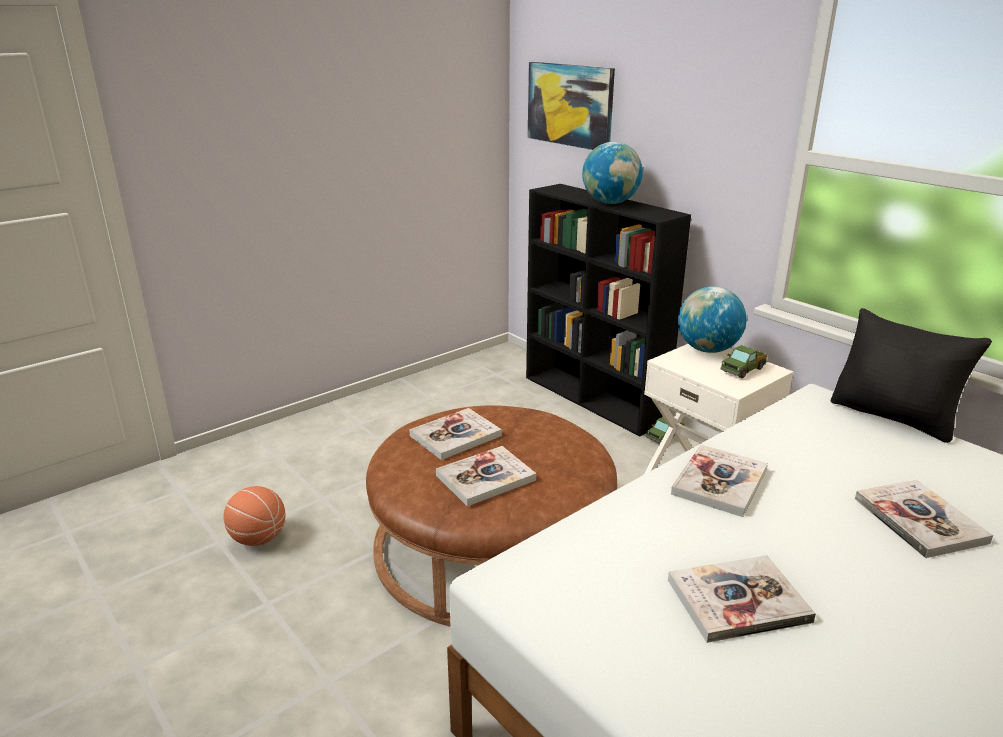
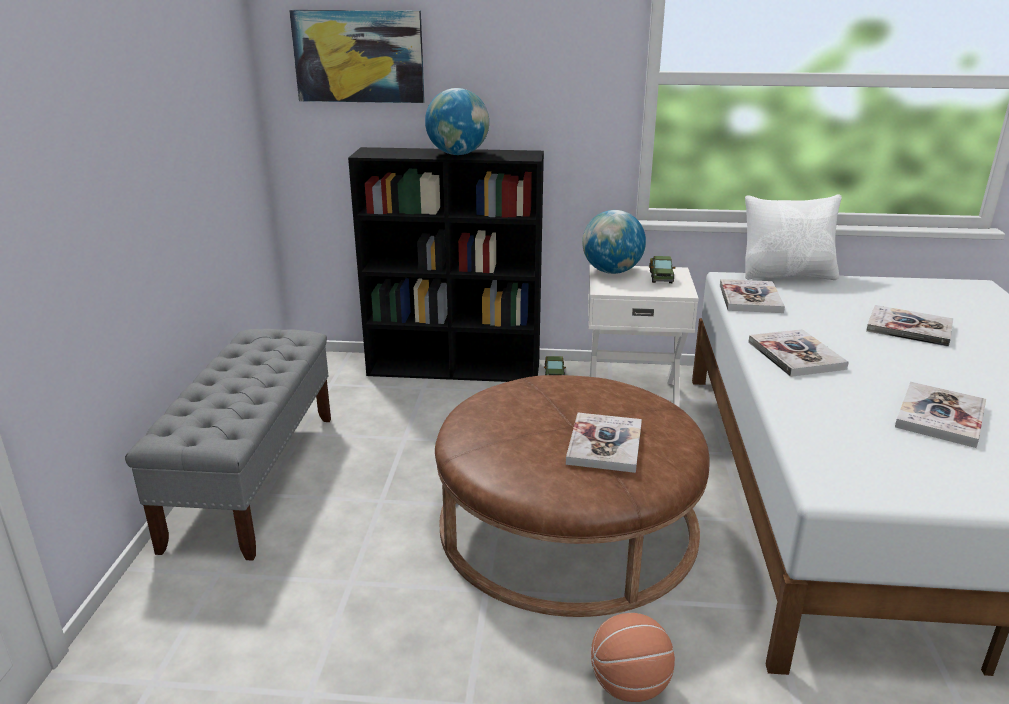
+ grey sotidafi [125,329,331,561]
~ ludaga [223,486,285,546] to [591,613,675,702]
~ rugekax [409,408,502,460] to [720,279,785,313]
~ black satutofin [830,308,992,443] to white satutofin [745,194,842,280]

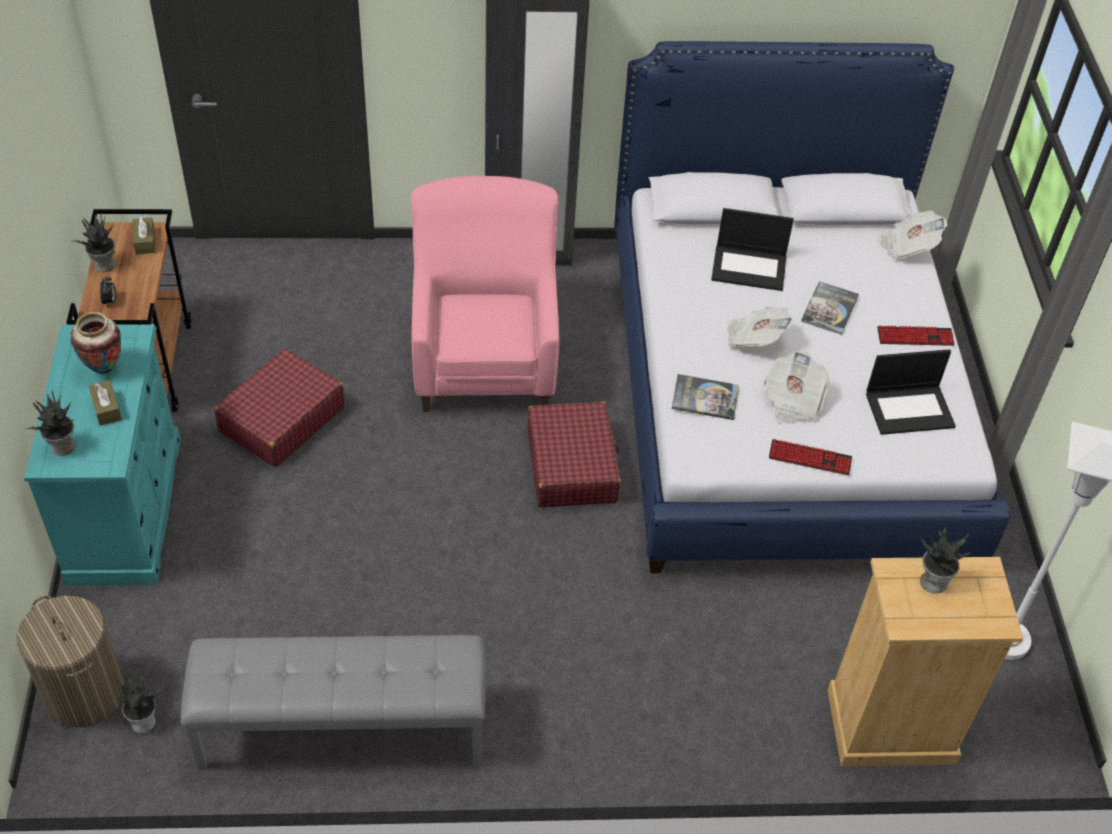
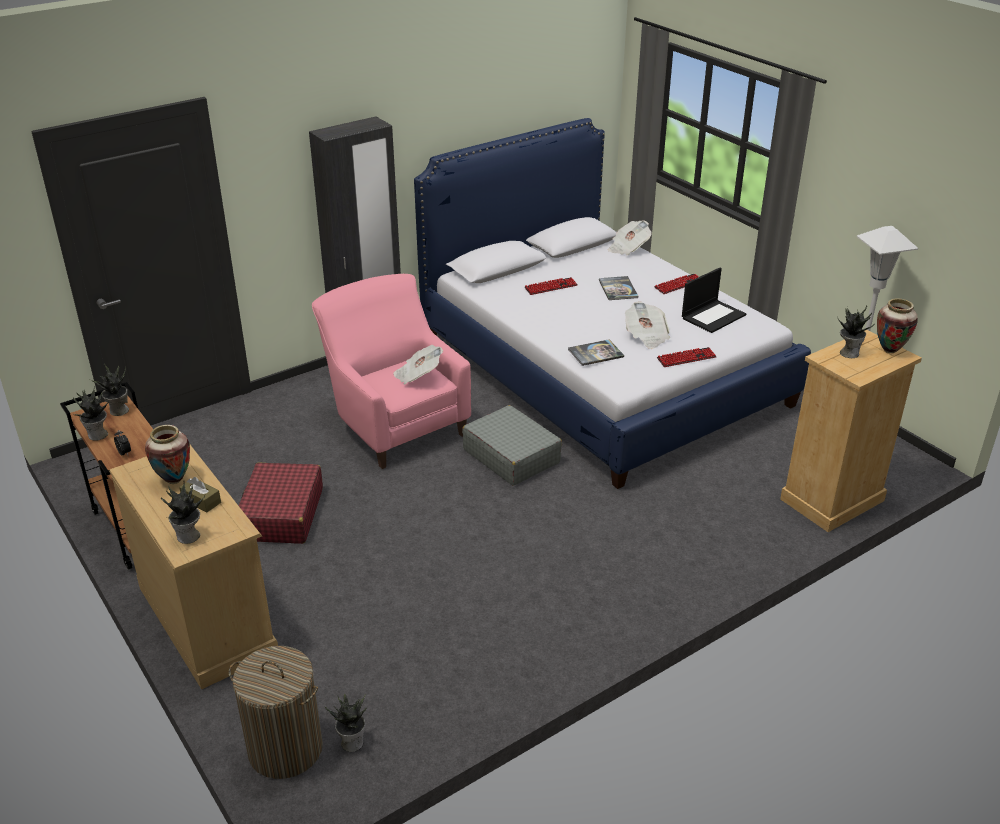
~ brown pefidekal [133,216,156,255] to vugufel [90,364,129,416]
~ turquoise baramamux [24,324,181,586] to beige baramamux [109,445,278,689]
~ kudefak [727,307,793,347] to [393,345,443,385]
~ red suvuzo [528,401,621,507] to grey suvuzo [462,405,562,486]
~ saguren [711,208,794,291] to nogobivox [524,277,578,295]
+ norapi [877,298,918,353]
- grey sotidafi [180,635,486,770]

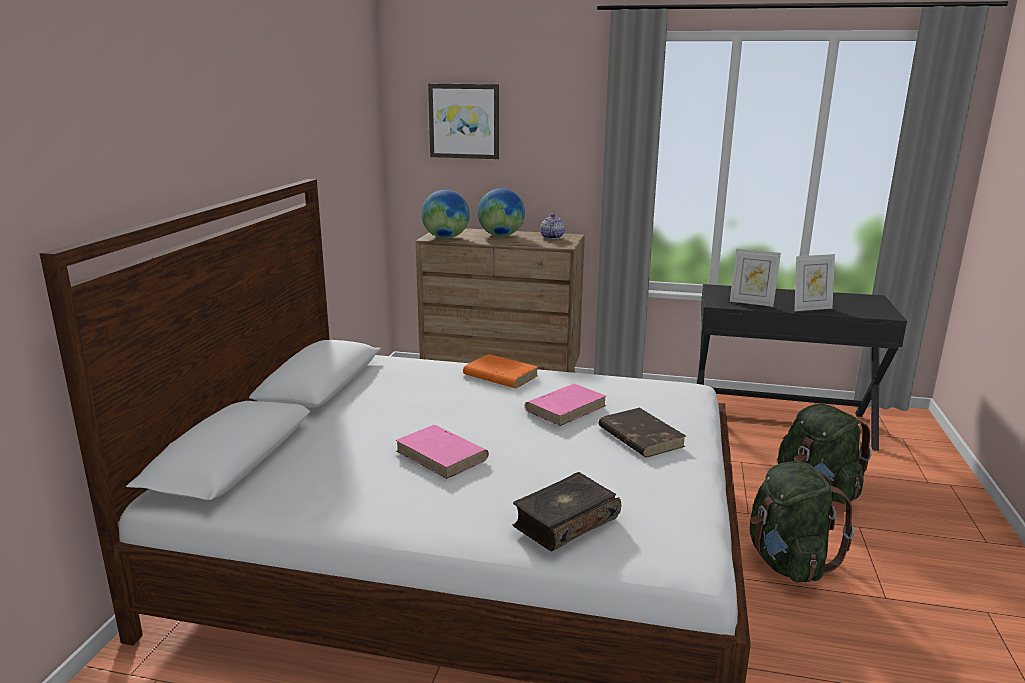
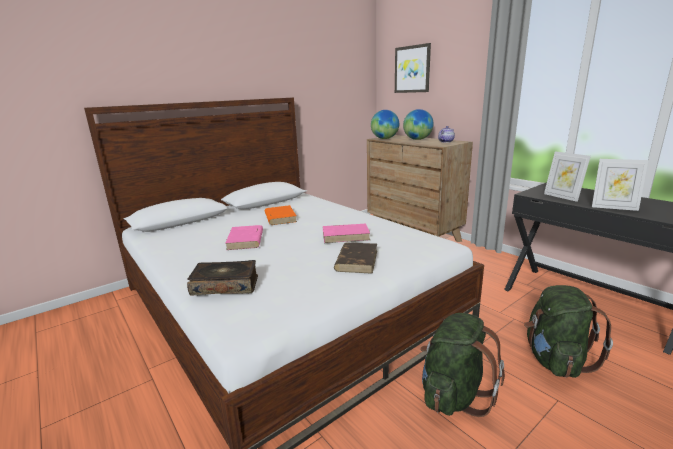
~ orange rugekax [463,354,538,388] to [265,205,297,225]

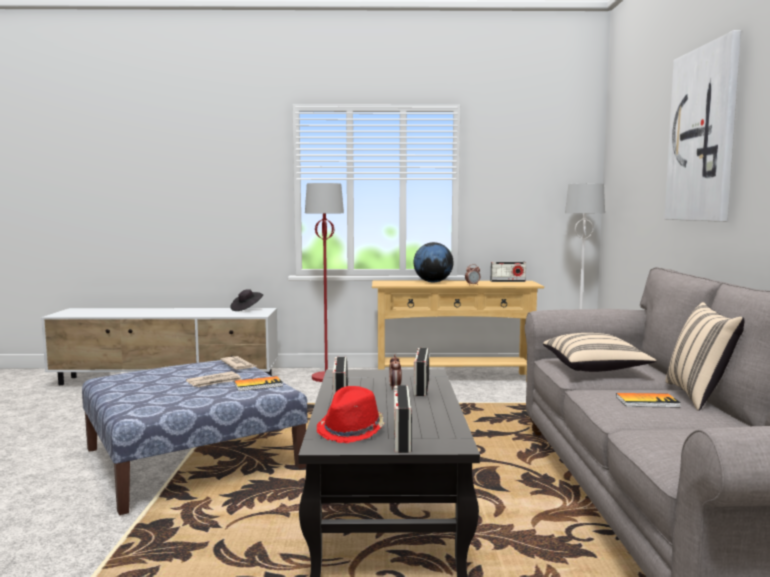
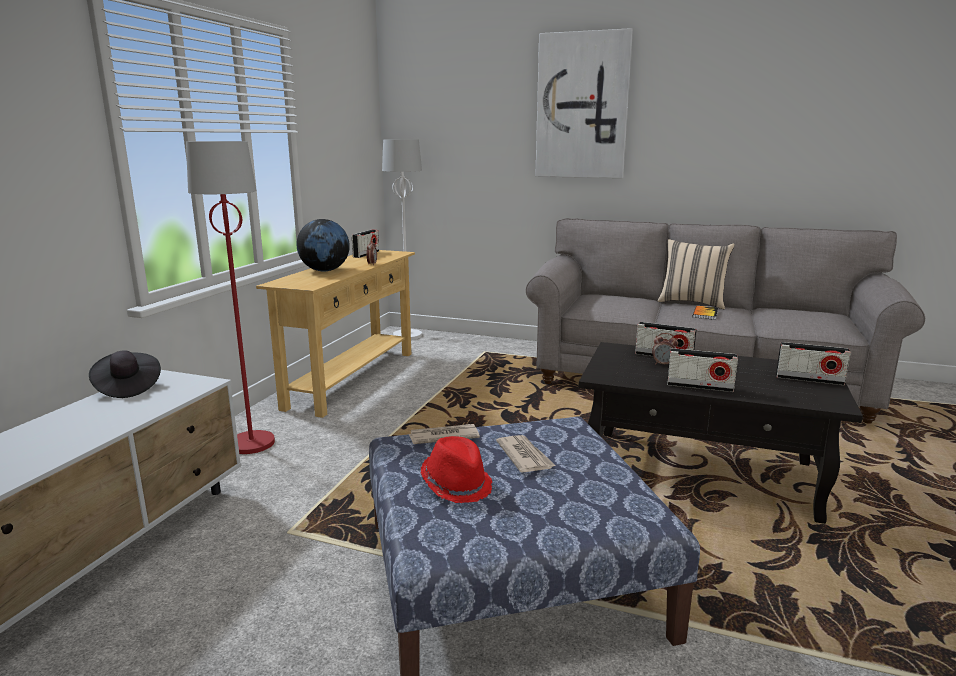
~ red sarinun [317,386,384,443] to [421,436,492,503]
- rugekax [234,376,283,391]
- beige satutofin [543,333,657,372]

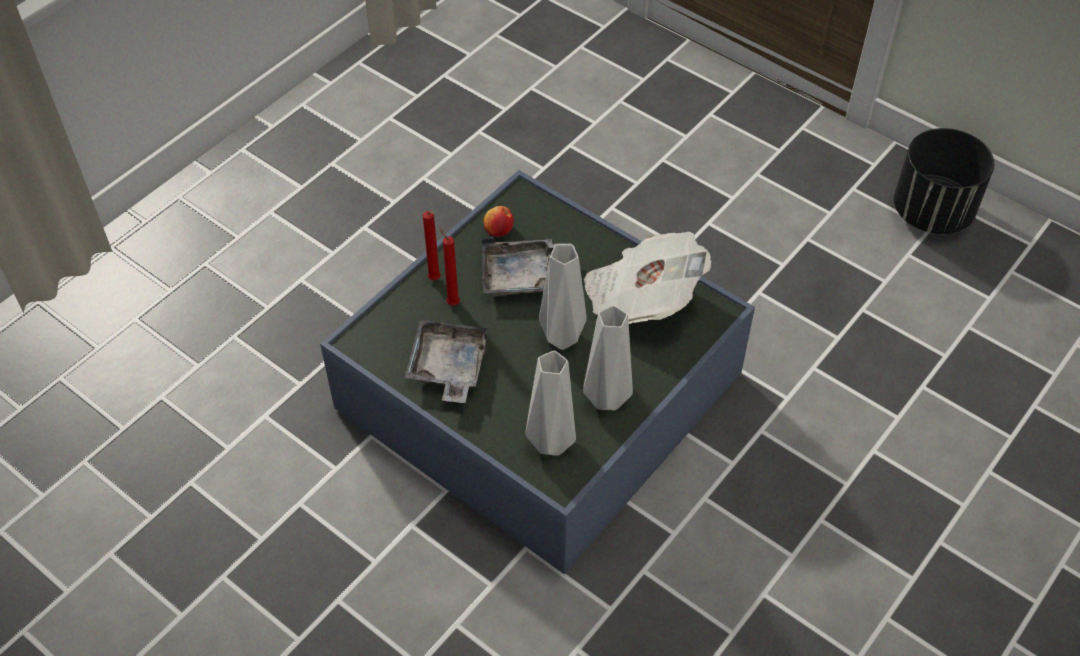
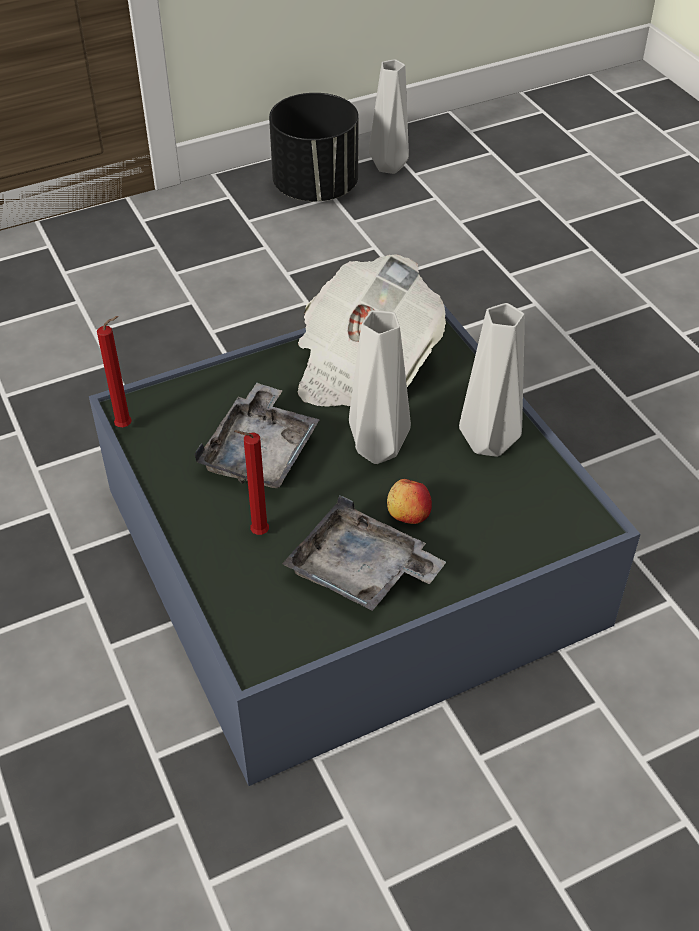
~ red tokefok [423,211,441,280] to [97,316,132,427]
~ grey norapi [525,351,576,456] to [369,59,409,174]
~ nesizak [483,206,514,237] to [387,479,432,524]

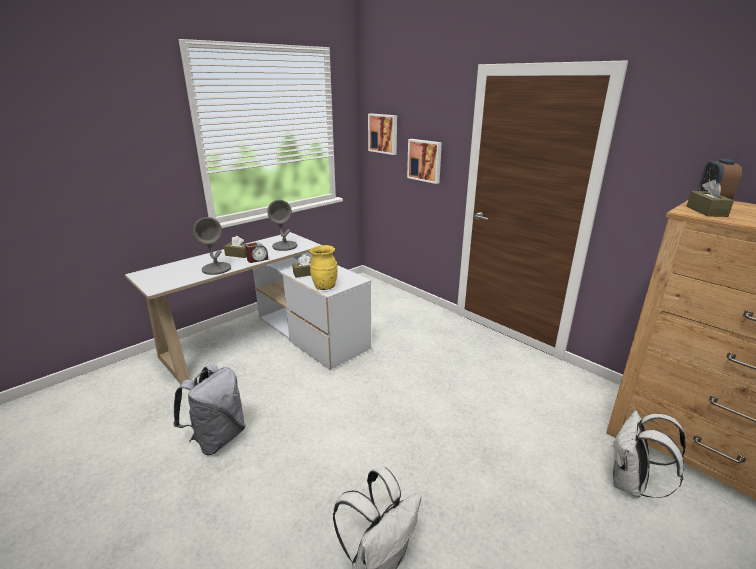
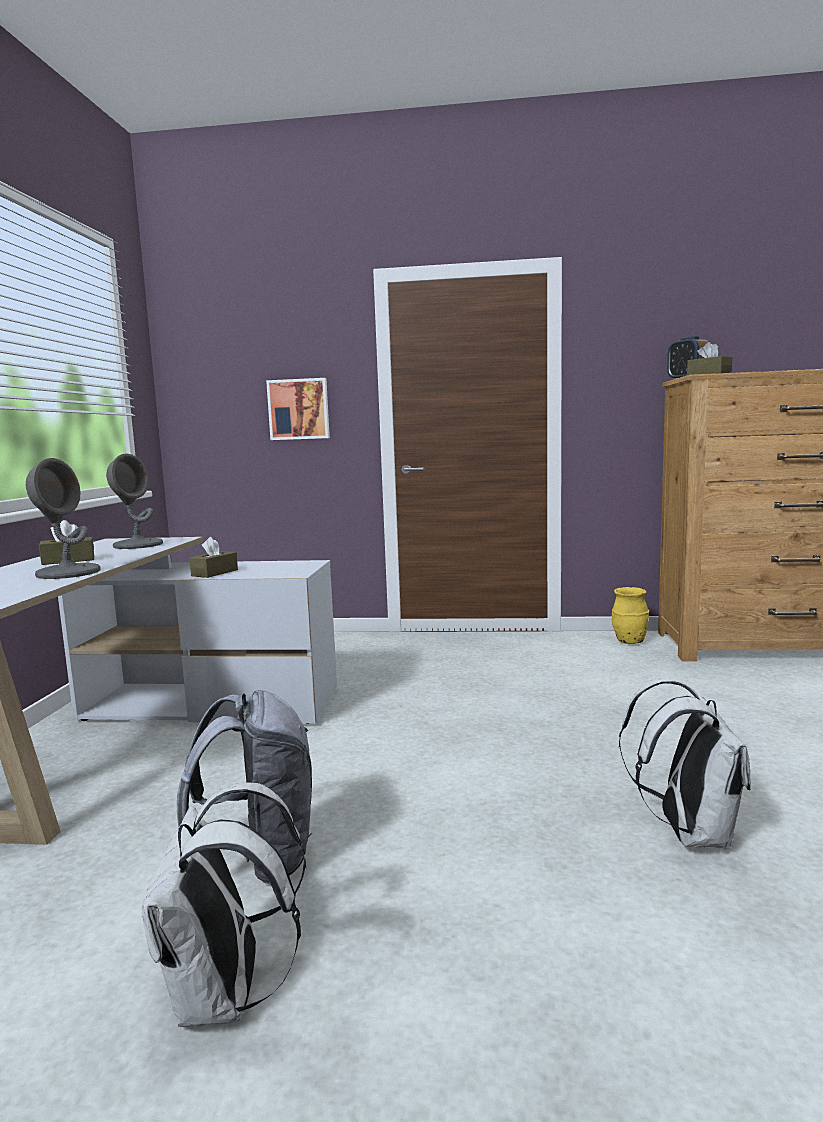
~ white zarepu [612,411,685,498] to [142,782,306,1027]
~ yellow norapi [310,245,338,290] to [612,587,649,644]
- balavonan [245,242,268,263]
- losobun [368,113,397,155]

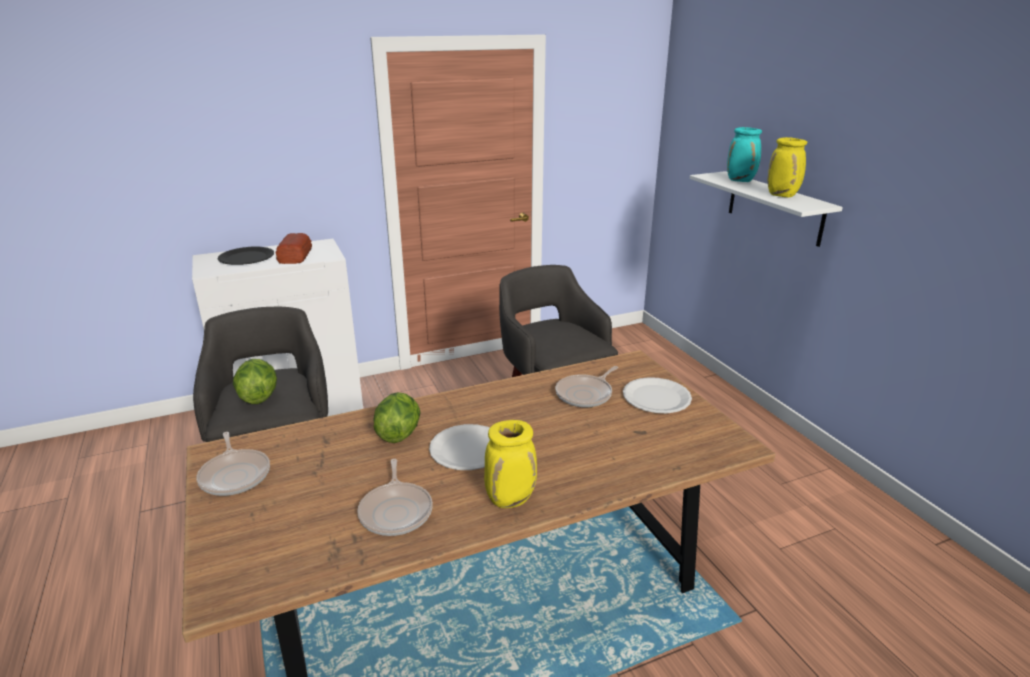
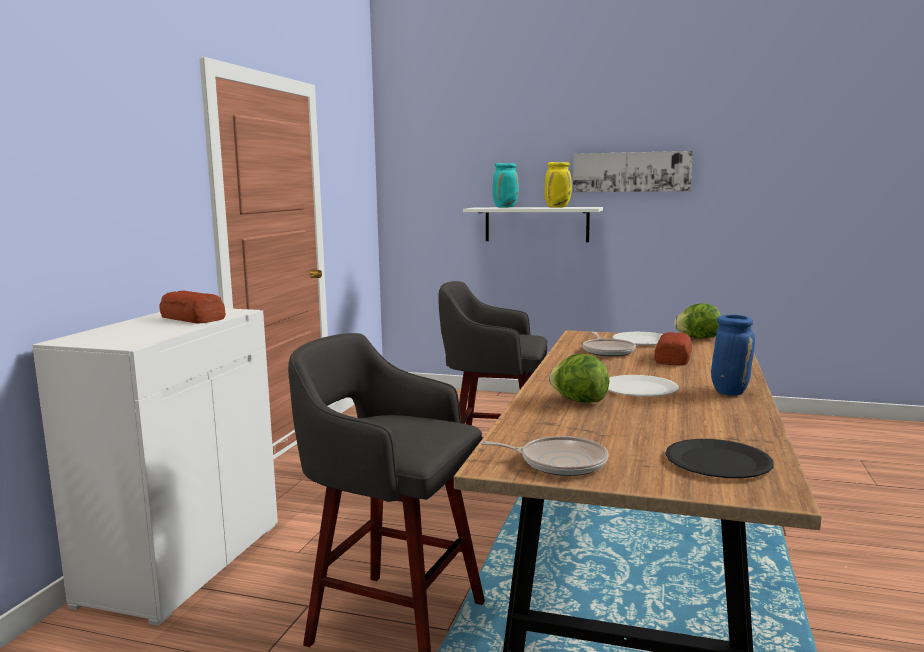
+ losobun [573,151,693,192]
+ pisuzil [654,332,692,366]
~ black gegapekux [218,247,274,265] to [665,439,774,478]
~ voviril [233,359,277,404] to [674,303,721,338]
~ yellow norapi [484,420,537,508] to blue norapi [711,315,755,395]
- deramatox [357,459,433,536]

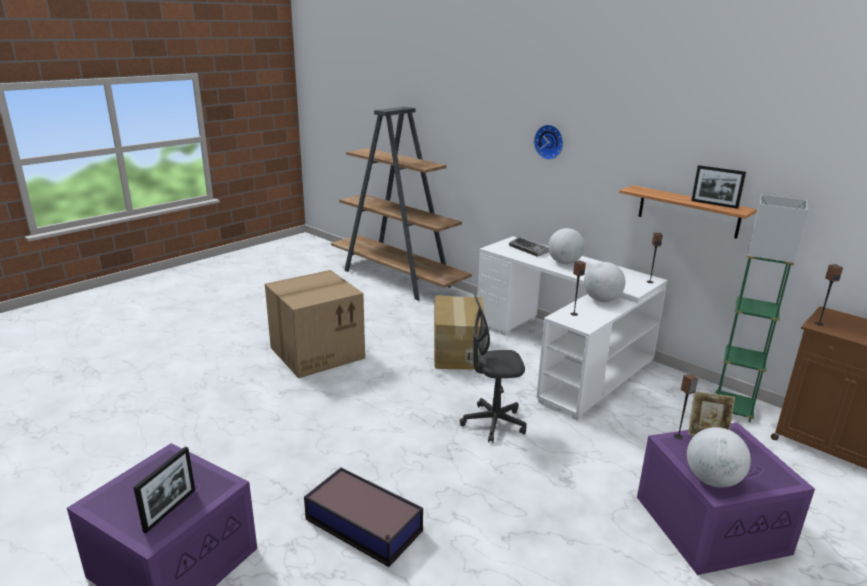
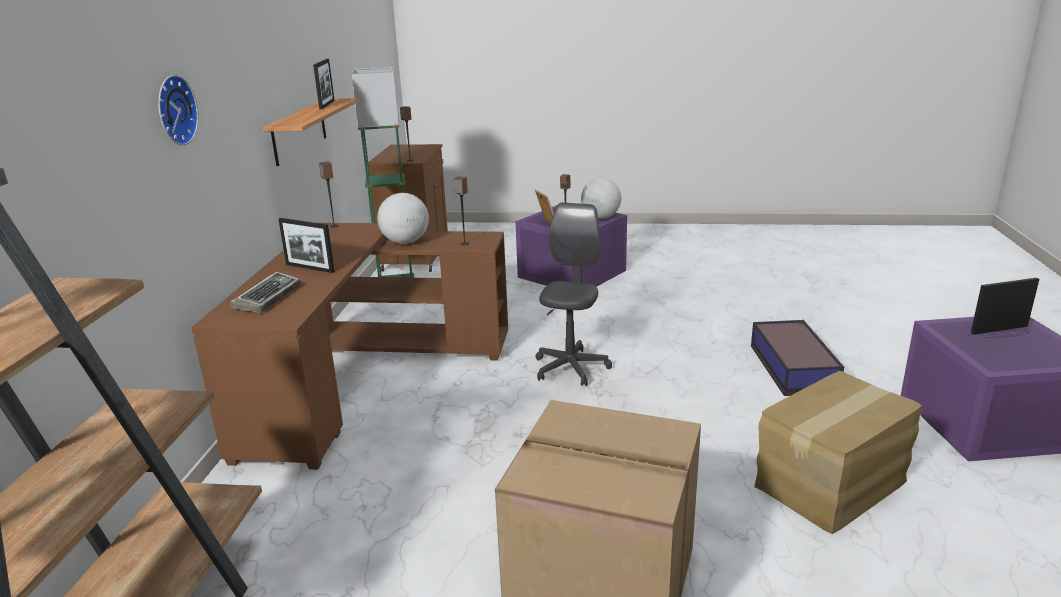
~ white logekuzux [477,236,668,421] to brown logekuzux [191,223,508,470]
~ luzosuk [548,228,585,264] to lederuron [279,218,335,273]
~ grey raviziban [460,295,527,443] = [536,203,612,386] 120 degrees counterclockwise
~ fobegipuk [434,295,486,370] to [754,371,922,534]

